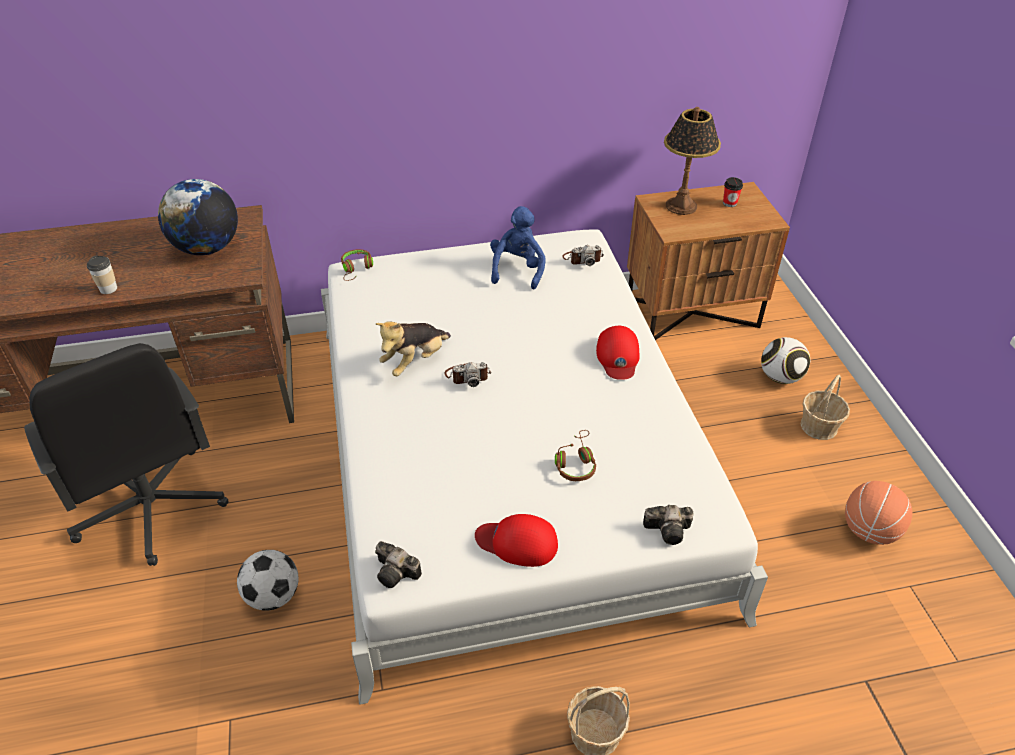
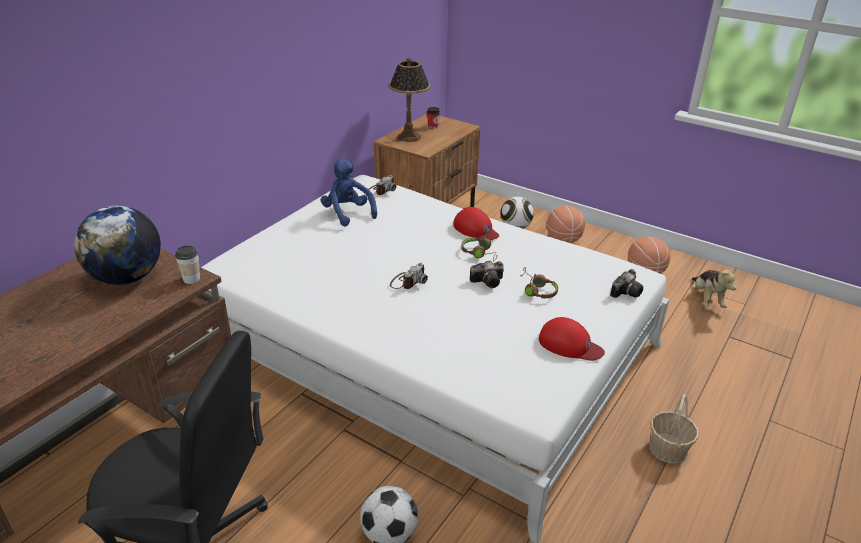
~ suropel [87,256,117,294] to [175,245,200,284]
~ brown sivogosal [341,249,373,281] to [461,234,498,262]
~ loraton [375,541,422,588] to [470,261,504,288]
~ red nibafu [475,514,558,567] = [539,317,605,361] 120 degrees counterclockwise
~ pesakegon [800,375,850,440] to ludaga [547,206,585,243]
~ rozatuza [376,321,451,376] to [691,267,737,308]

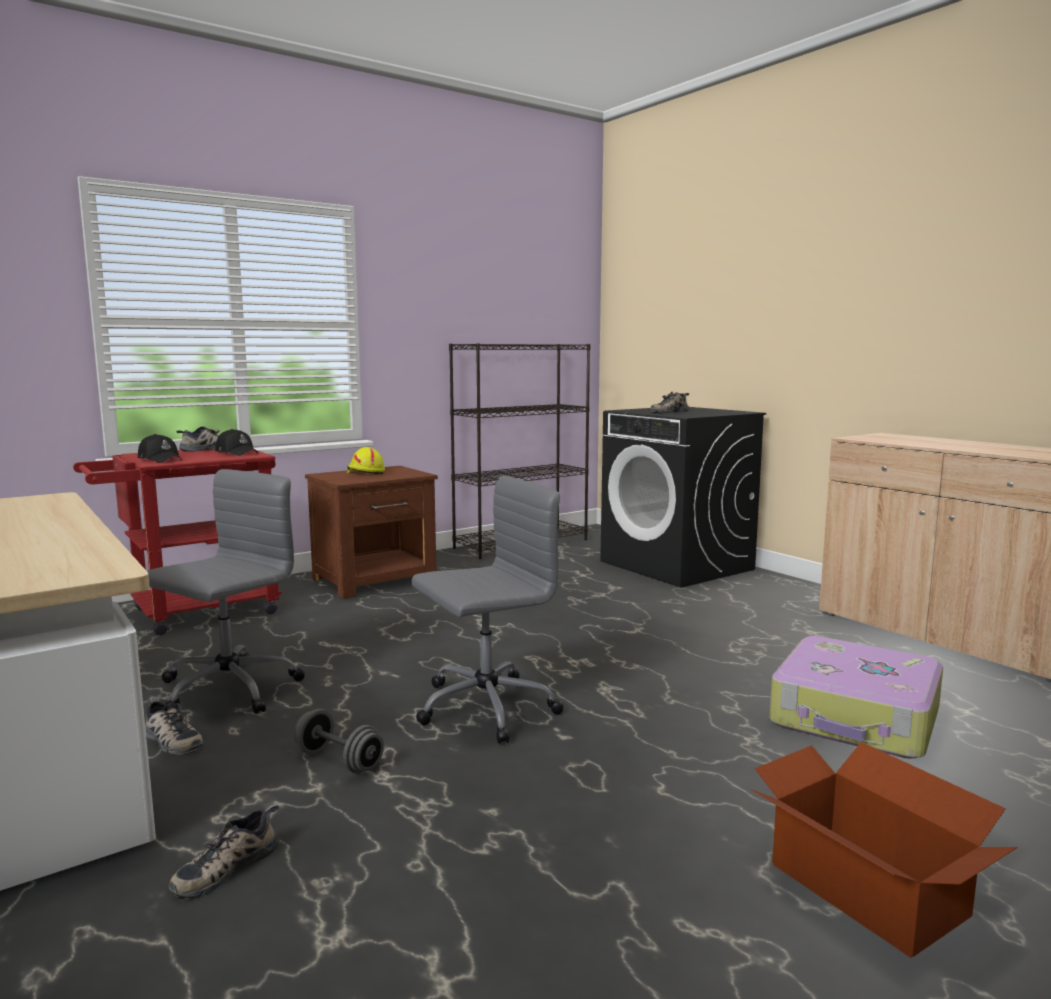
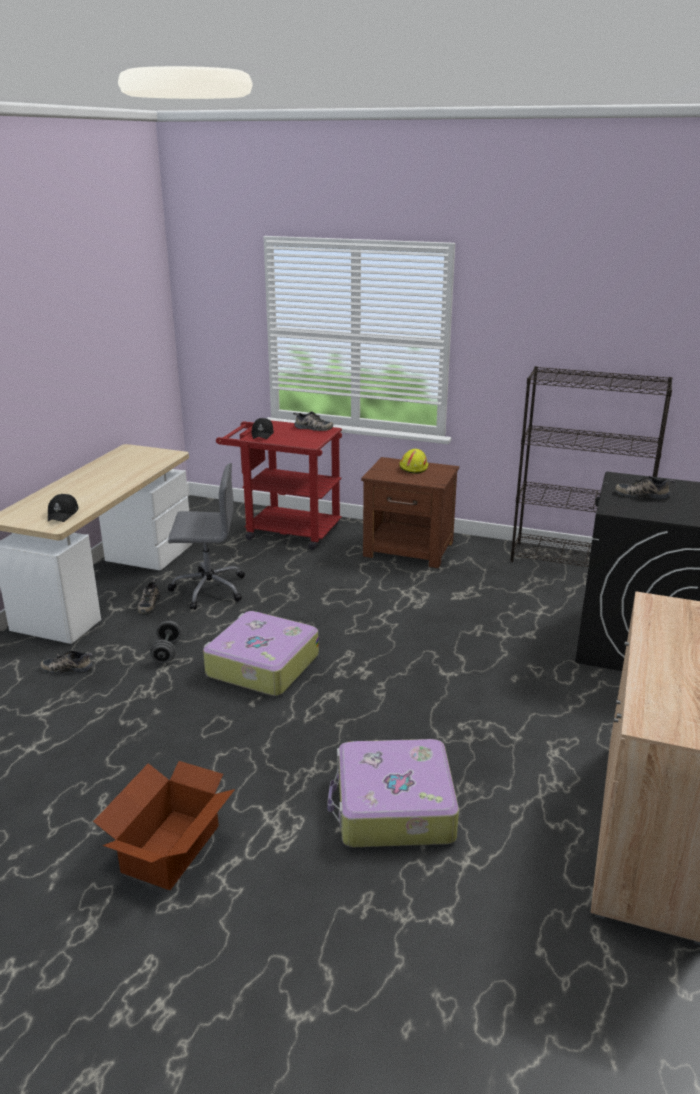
~ black nibafu [215,429,258,456] to [48,494,79,522]
~ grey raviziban [412,476,564,744] to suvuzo [203,611,319,696]

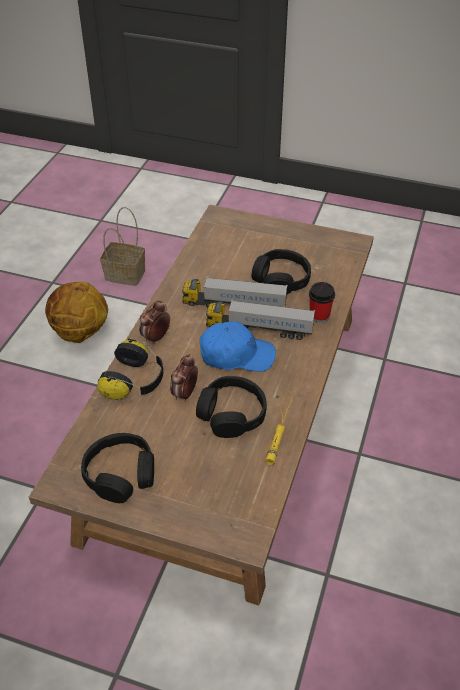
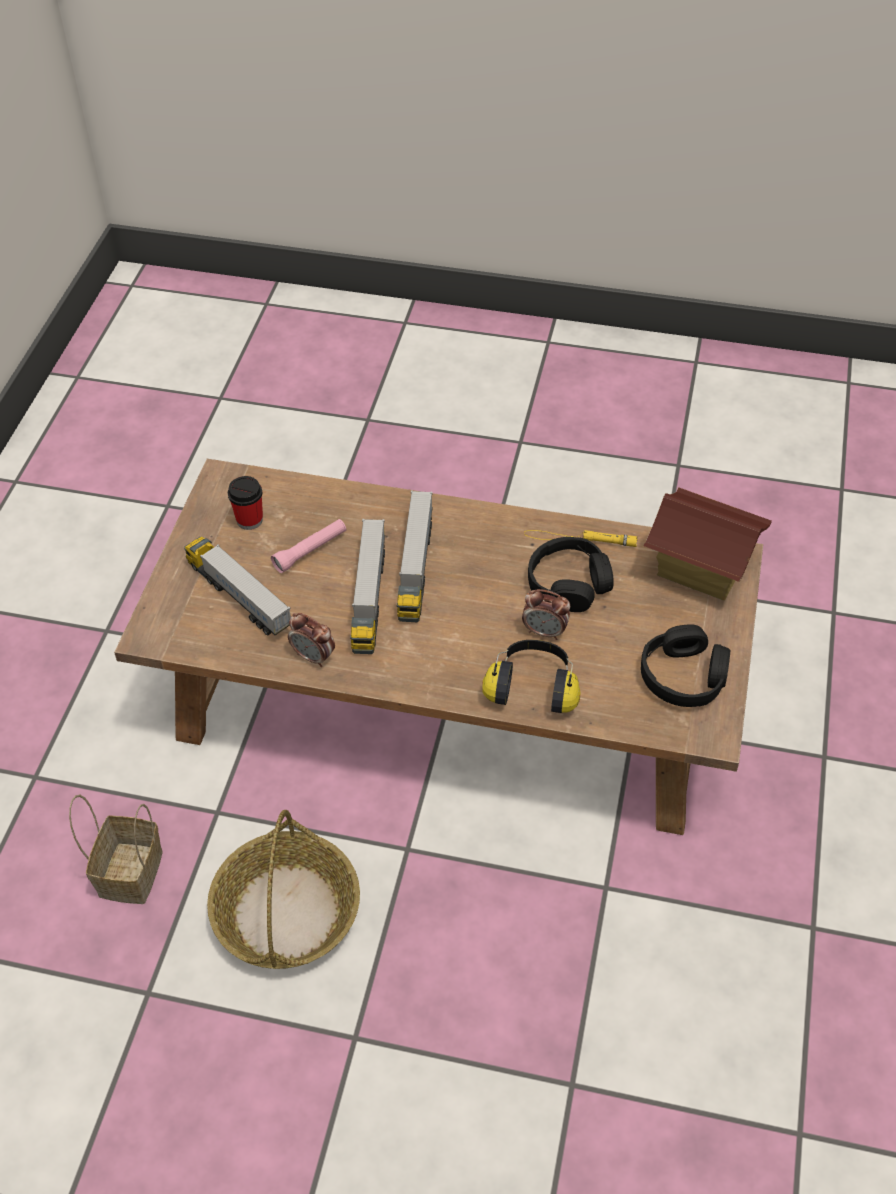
+ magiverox [184,537,291,635]
~ ludaga [45,282,108,343] to pesakegon [207,810,360,969]
~ suropel [309,282,335,323] to [228,476,263,530]
~ black sivogosal [252,249,311,294] to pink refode [271,519,346,573]
~ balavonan [139,300,170,344] to [288,613,335,667]
+ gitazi [643,488,772,601]
- blue nibafu [200,321,276,372]

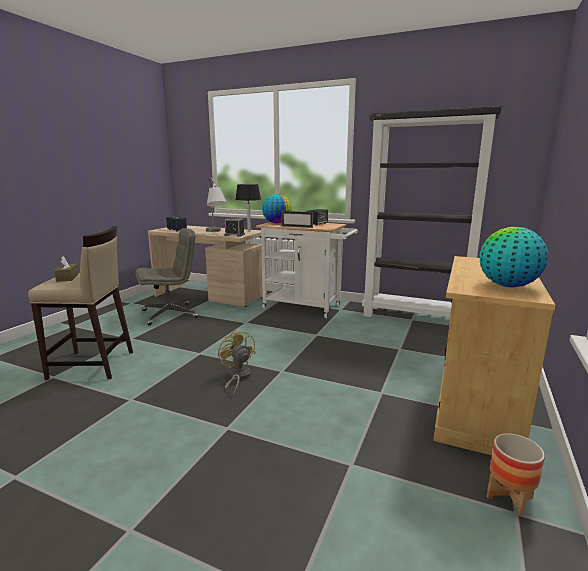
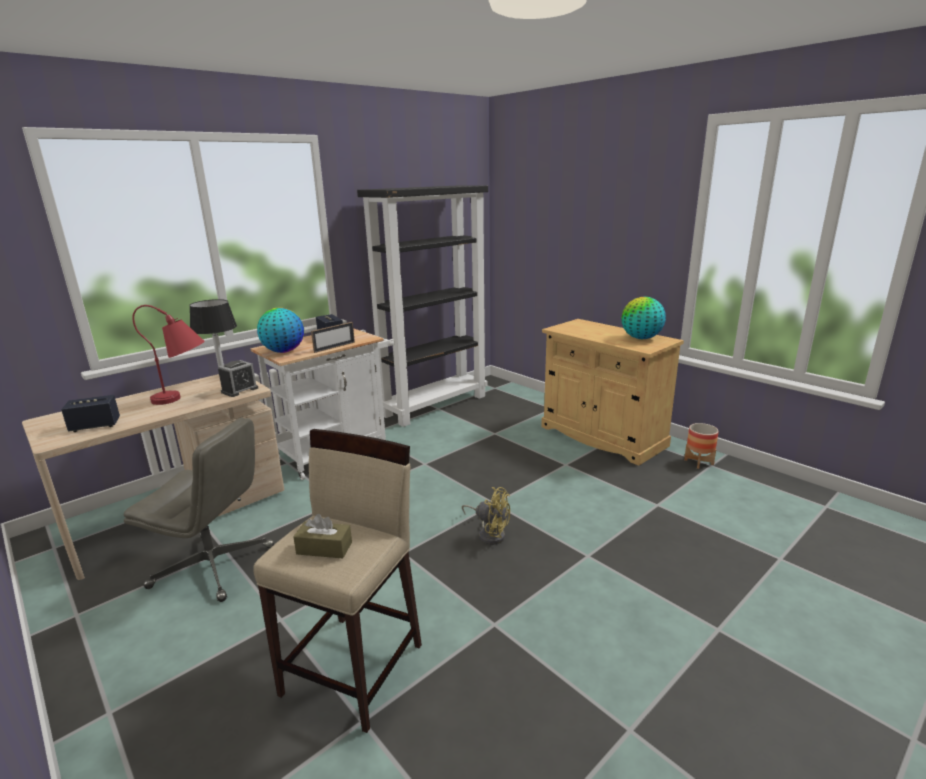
~ grey raviziban [135,228,198,325] = [124,417,274,602] 105 degrees clockwise
~ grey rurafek [206,177,227,232] to red rurafek [132,305,205,405]
~ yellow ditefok [218,330,255,396] = [462,487,510,545] 150 degrees counterclockwise

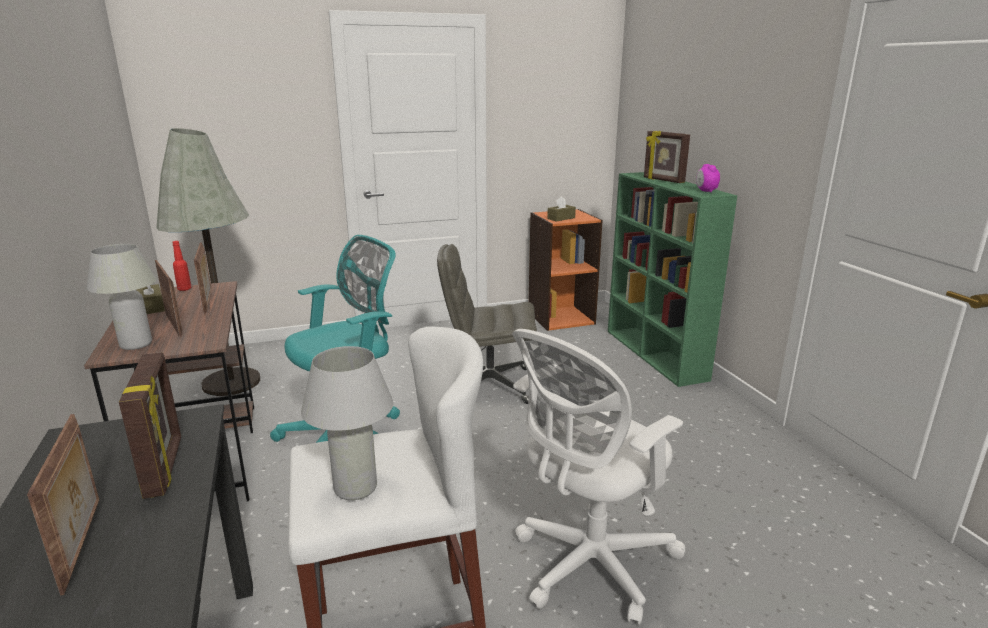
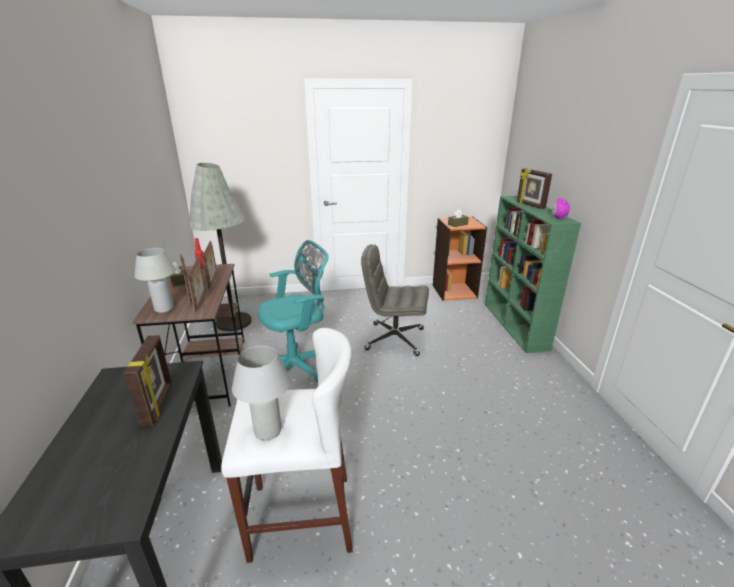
~ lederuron [27,414,99,596] to [187,257,205,312]
- white raviziban [512,329,685,625]

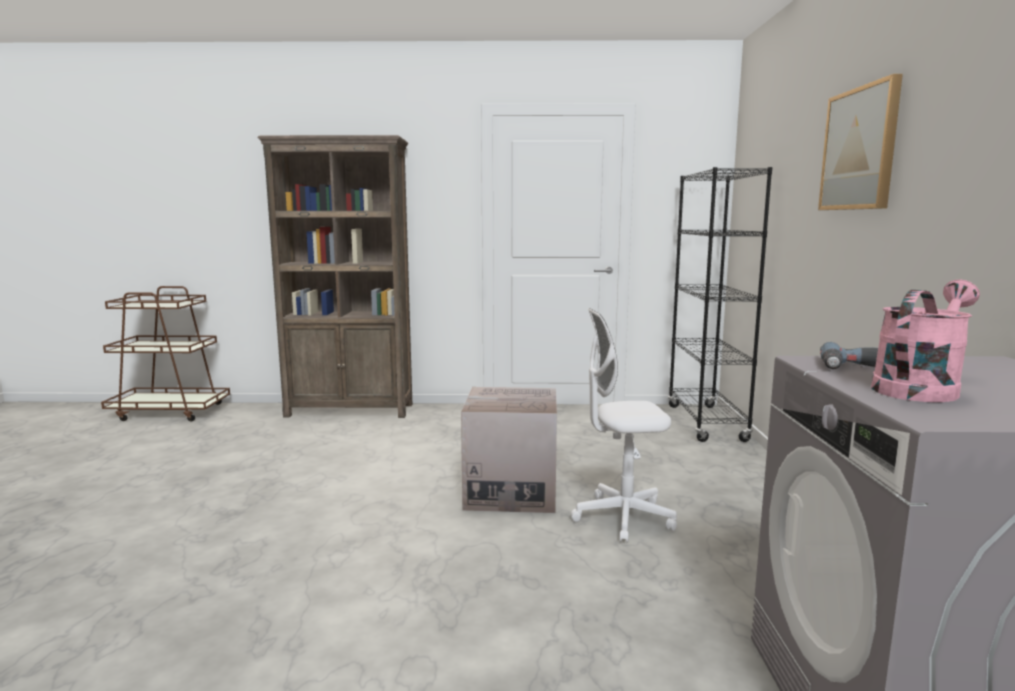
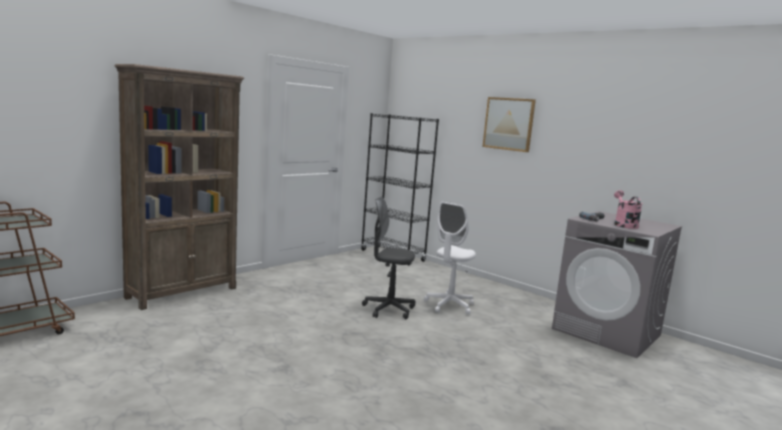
~ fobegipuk [461,387,557,513] to grey raviziban [362,196,415,319]

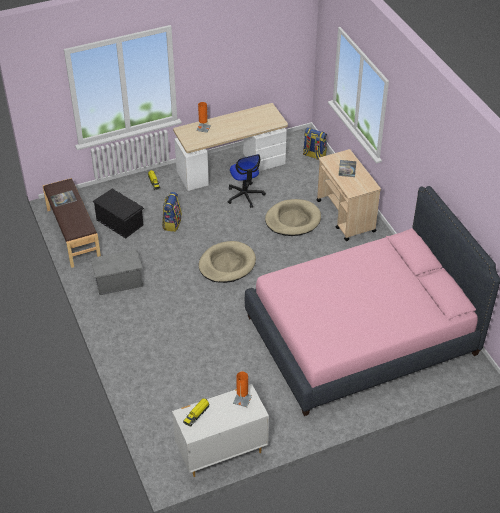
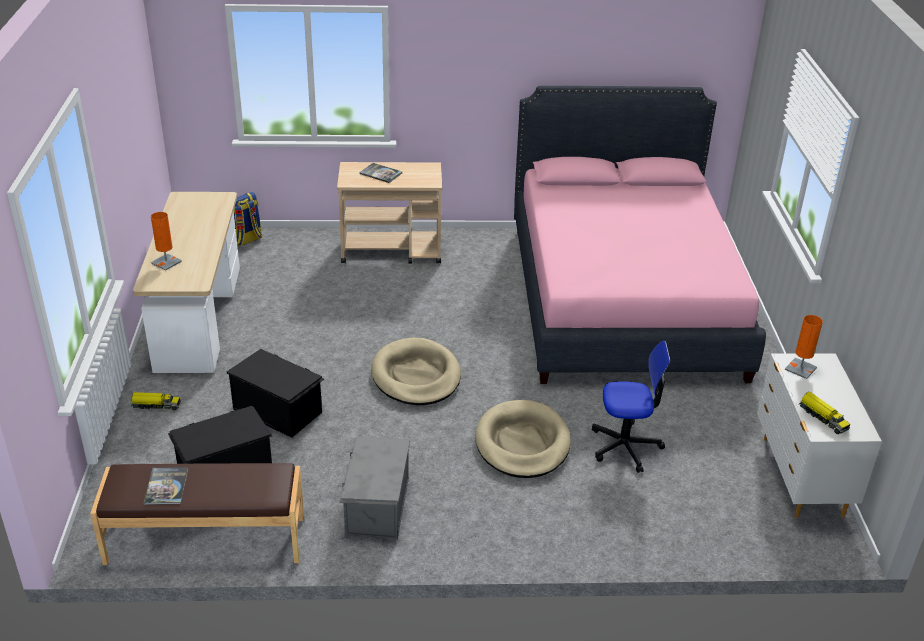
~ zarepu [162,192,182,232] to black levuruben [226,349,324,438]
~ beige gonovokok [265,199,321,236] to [475,400,571,478]
~ raviziban [228,154,266,208] to [592,341,671,473]

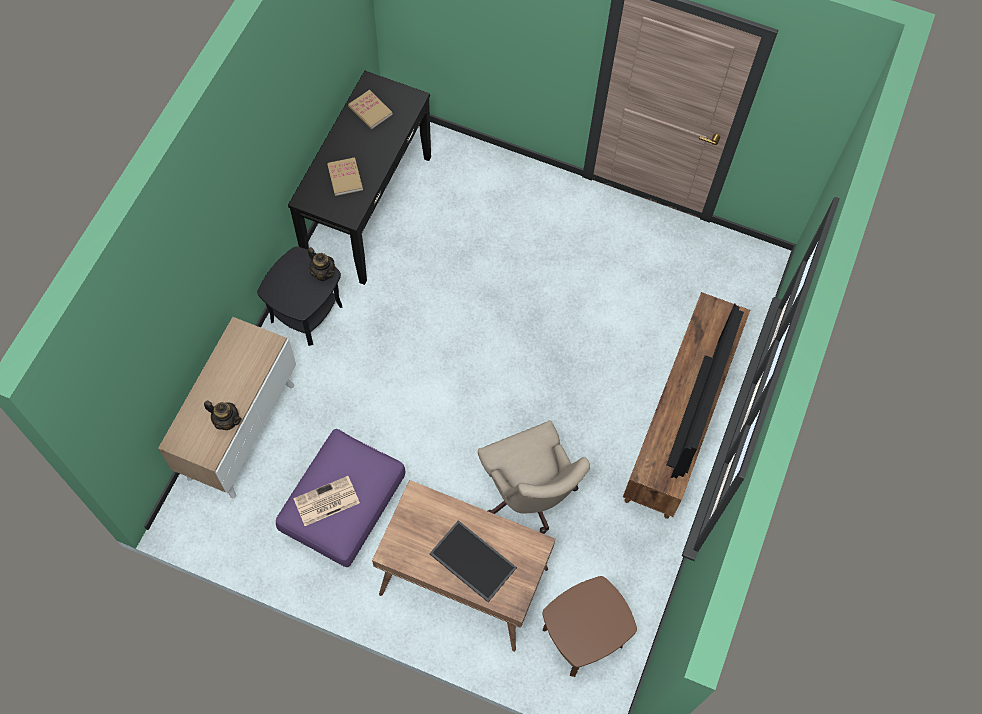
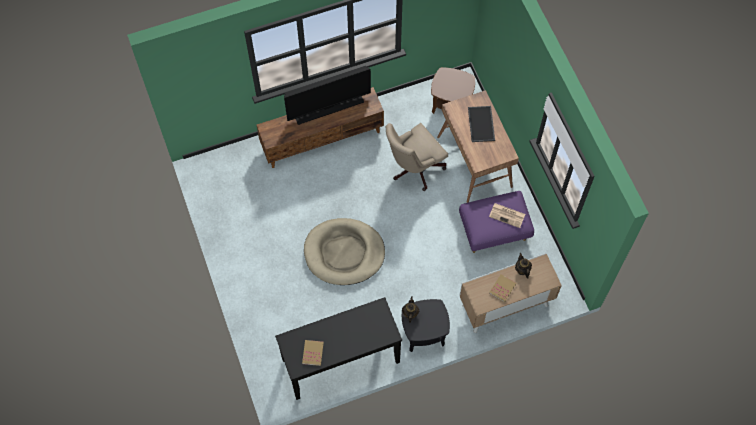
+ beige gonovokok [304,218,385,285]
~ beige raviziban [478,420,590,534] = [385,123,448,191] 150 degrees counterclockwise
~ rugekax [327,157,363,196] to [489,274,516,302]

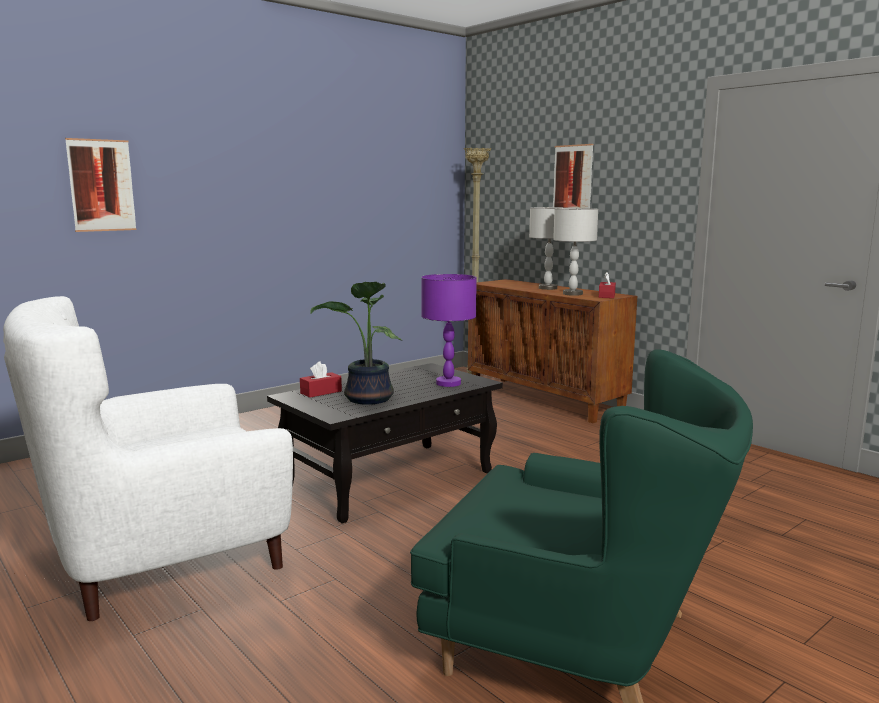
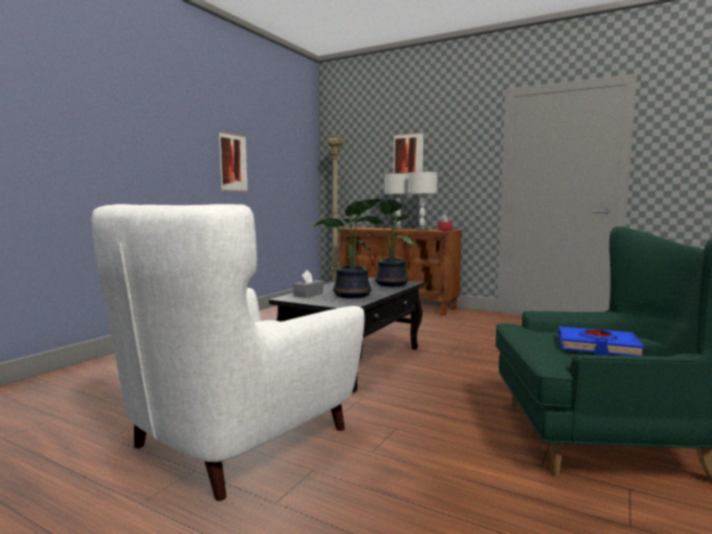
~ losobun [65,138,136,232] to [219,132,248,192]
~ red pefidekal [300,361,342,397] to grey pefidekal [293,270,323,298]
~ purple rurafek [421,274,477,387] to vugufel [357,199,418,287]
+ blue rugekax [558,326,644,356]

